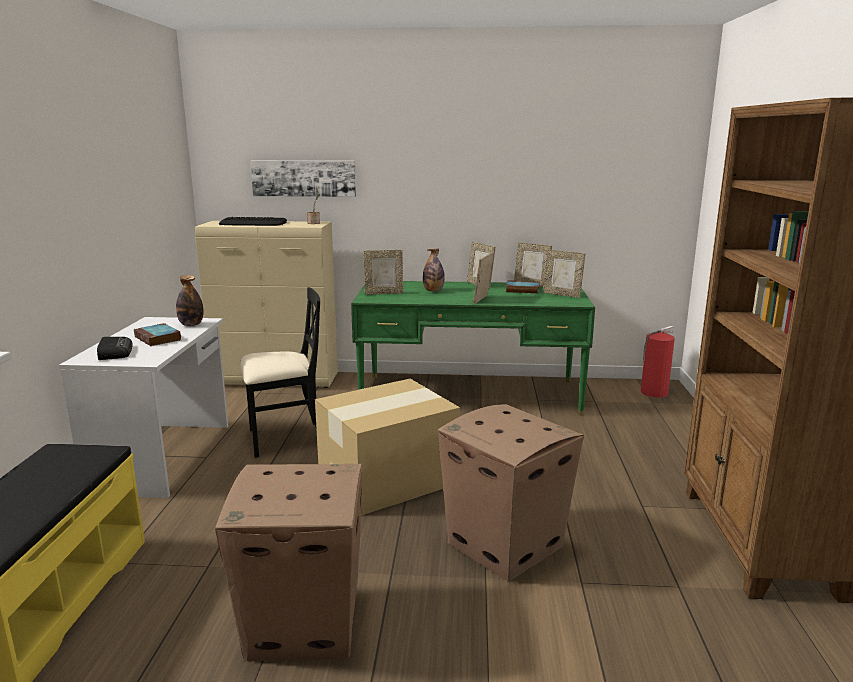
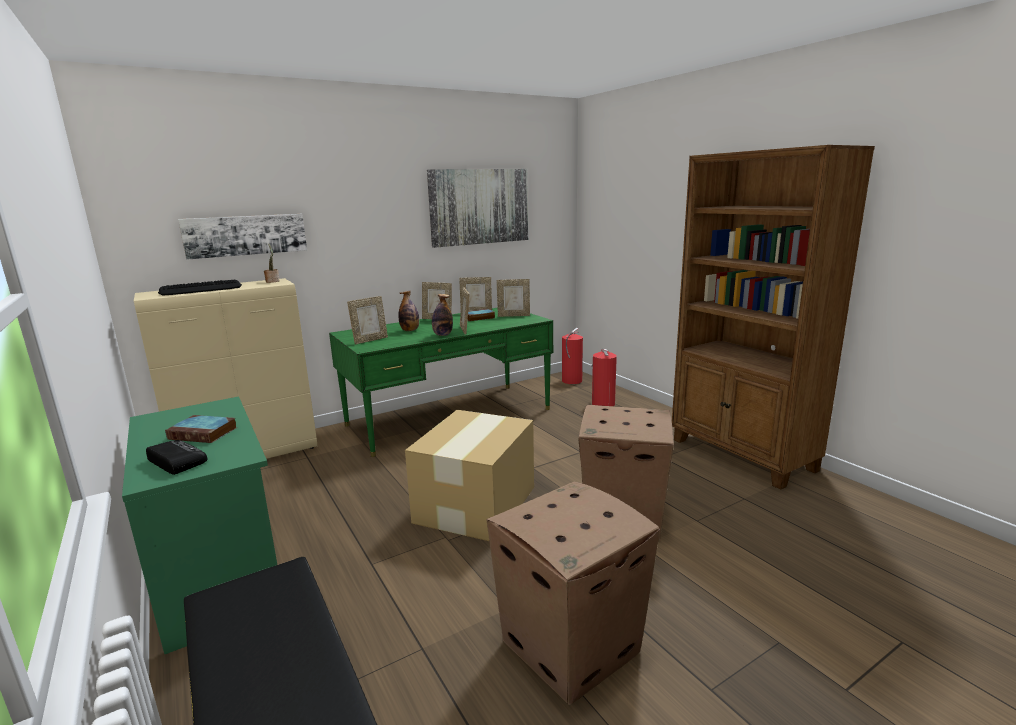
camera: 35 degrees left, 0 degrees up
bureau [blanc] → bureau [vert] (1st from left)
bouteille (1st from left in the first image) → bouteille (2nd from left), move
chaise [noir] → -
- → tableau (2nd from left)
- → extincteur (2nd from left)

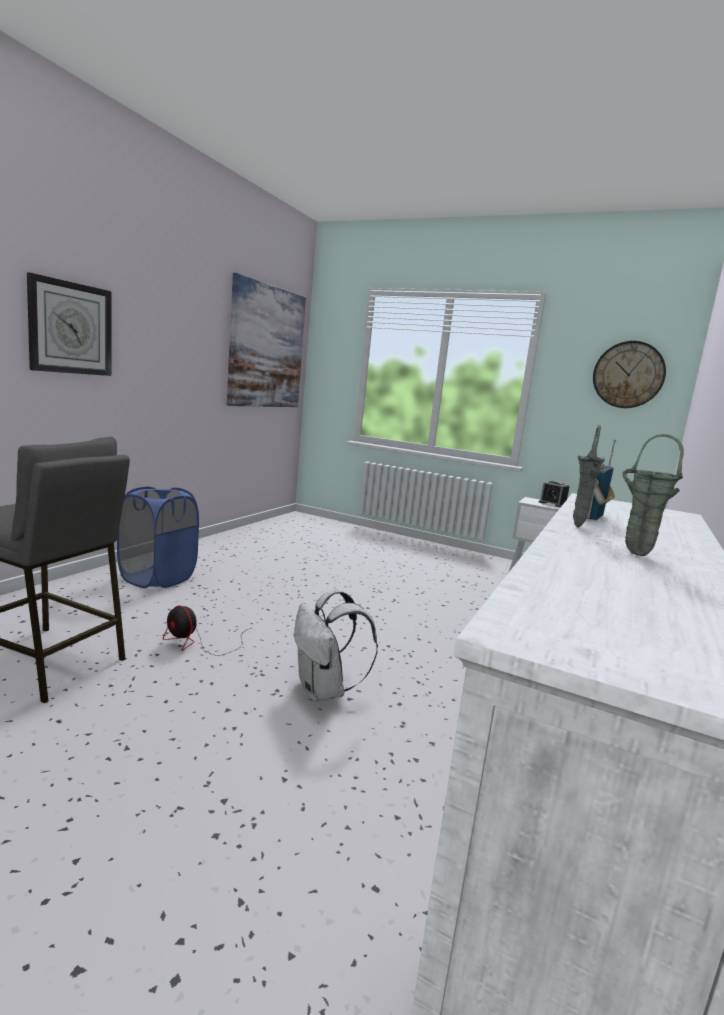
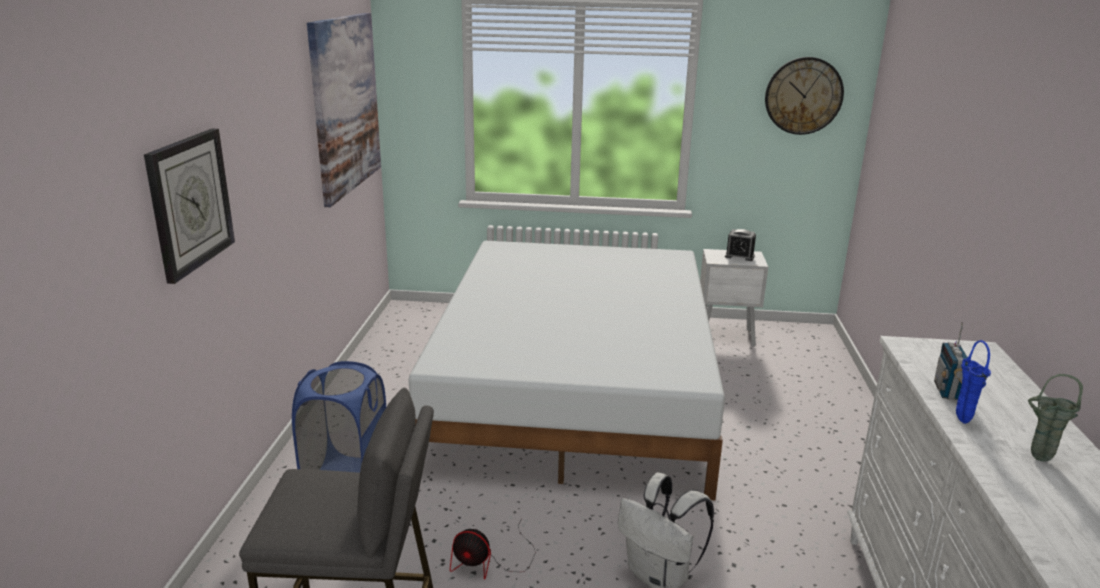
camera: 20 degrees left, 10 degrees up
vase [gris] → vase [bleu]
- → lit [blanc]

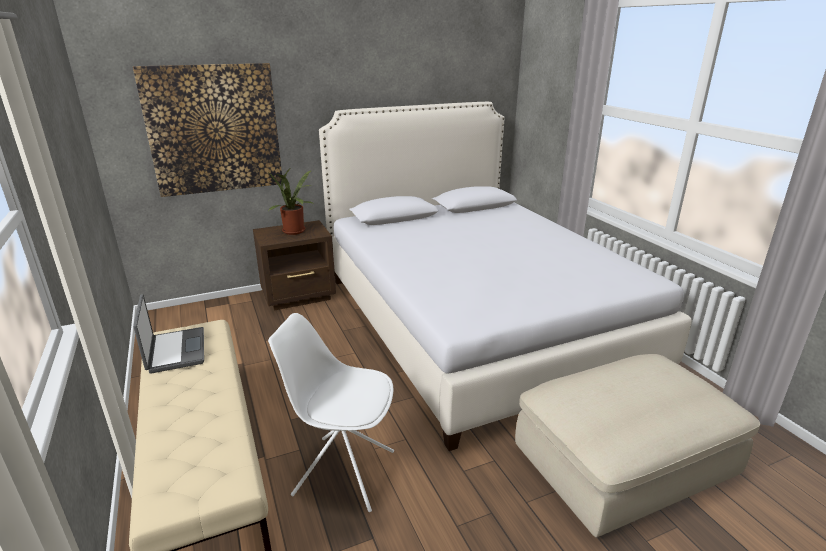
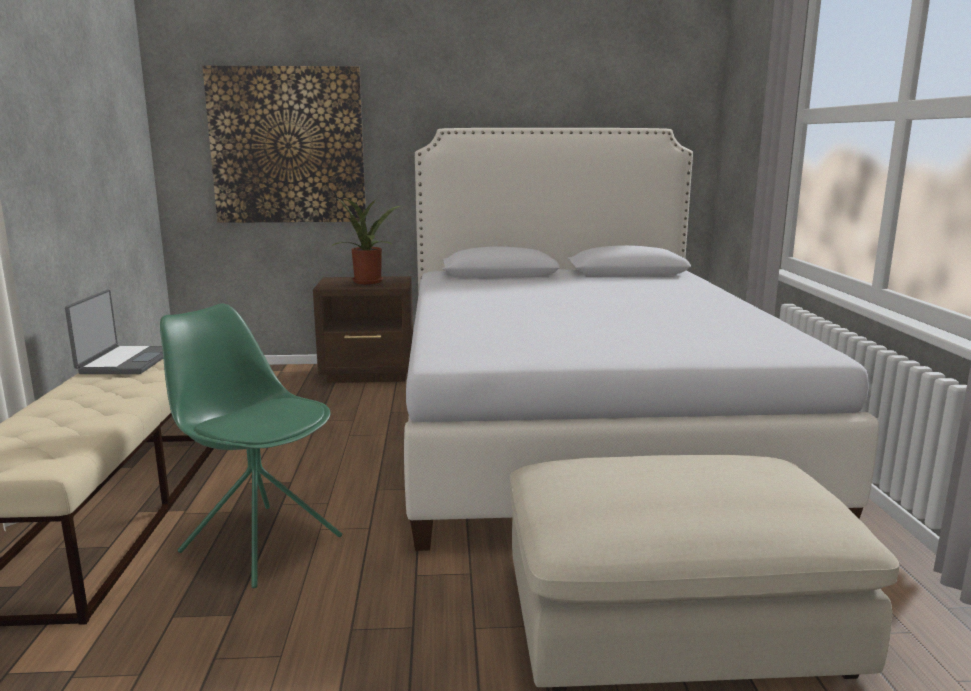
camera: 20 degrees right, 10 degrees down
chaise [blanc] → chaise [vert]

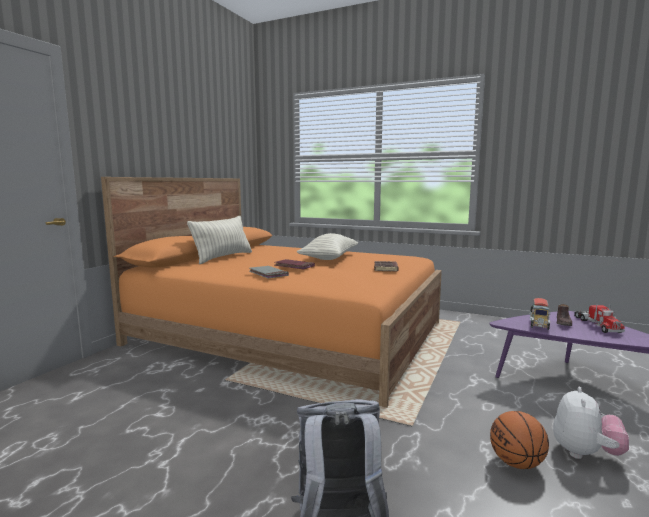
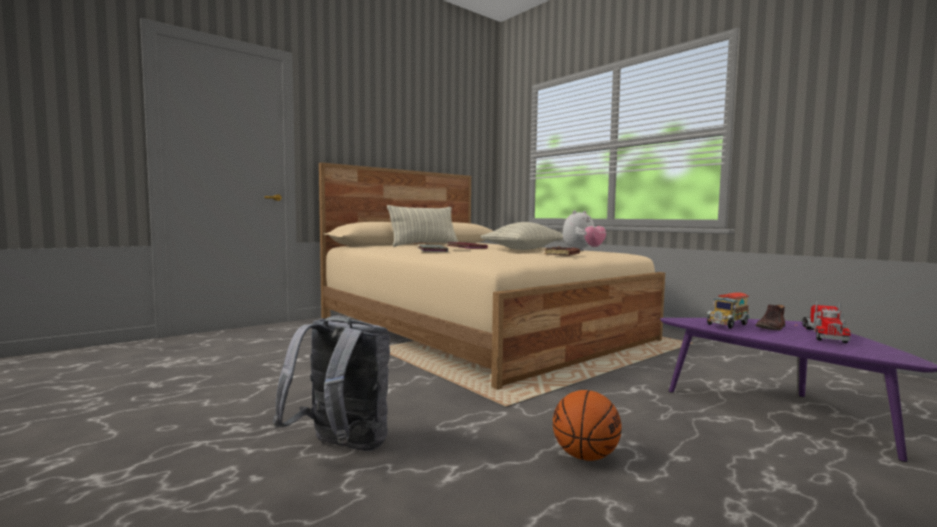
camera: 25 degrees right, 5 degrees down
lit [orange] → lit [beige]
peluche, move

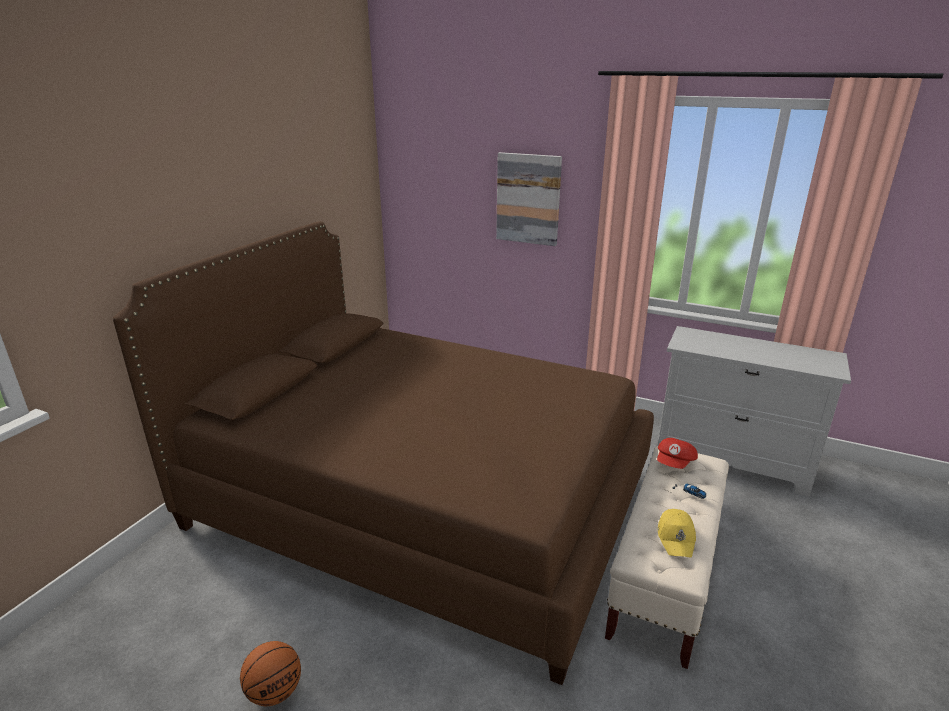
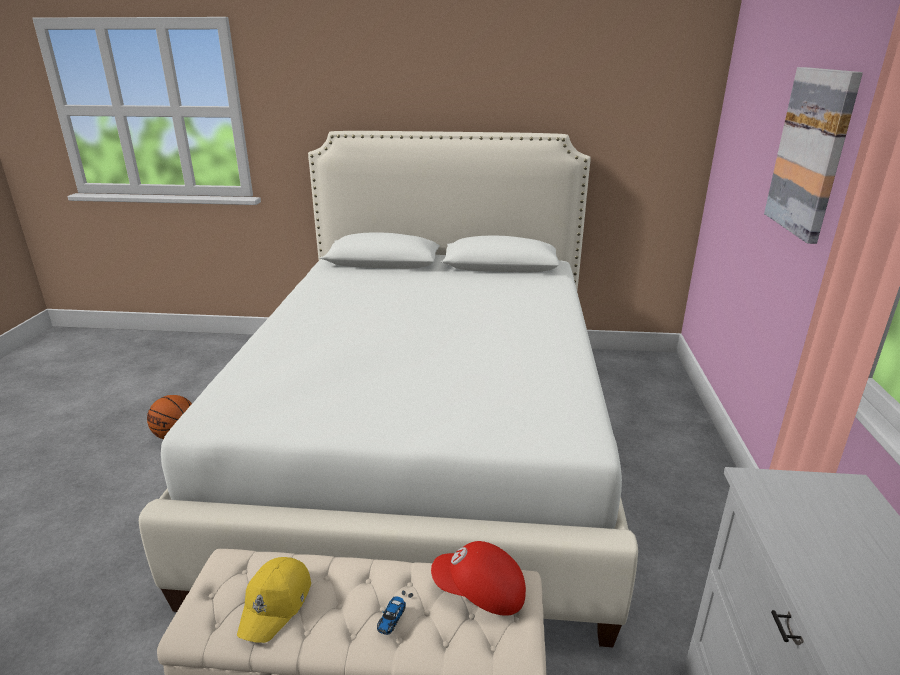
camera: 70 degrees right, 0 degrees up
lit [marron] → lit [blanc]
casquette [jaune], 60 degrees counterclockwise

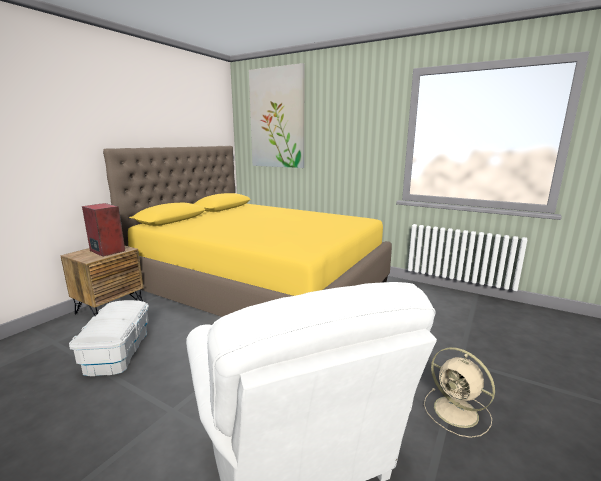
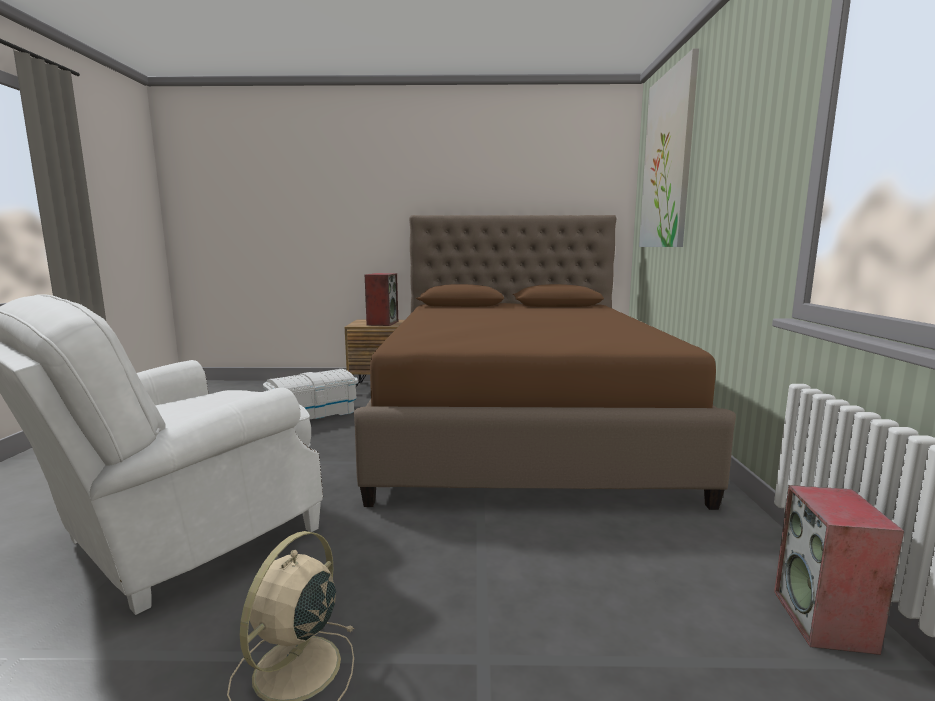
camera: 60 degrees right, 5 degrees down
lit [jaune] → lit [marron]
- → enceinte (2nd from left)

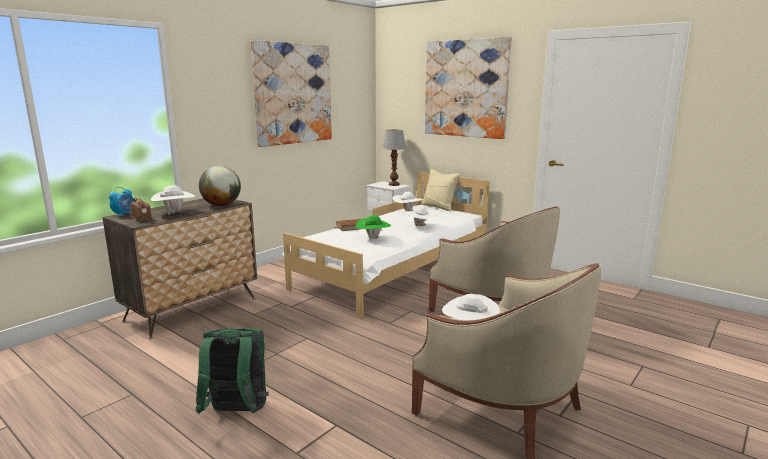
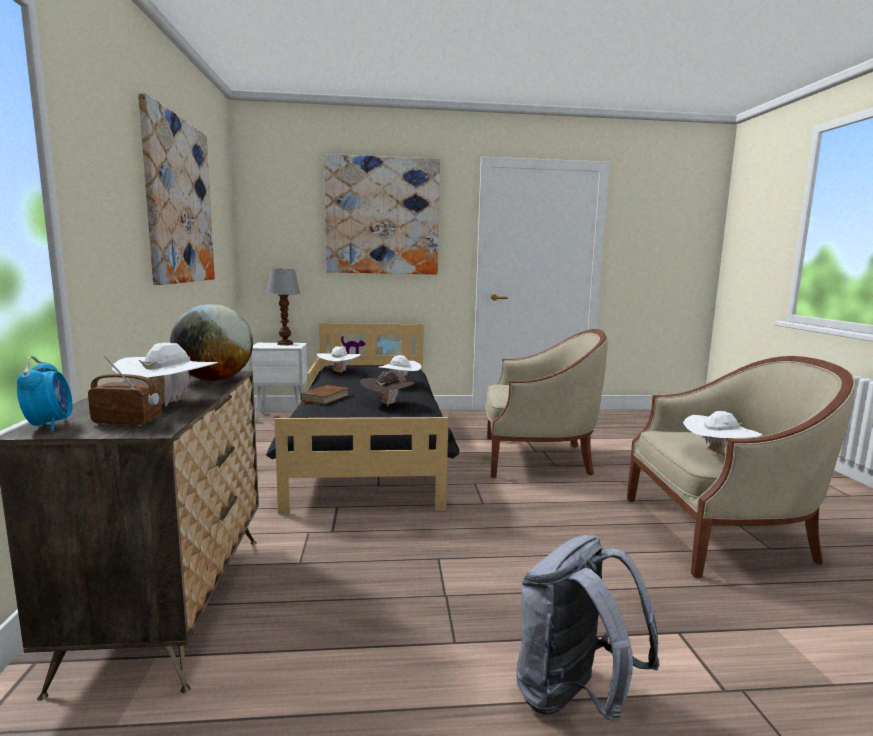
camera: 45 degrees left, 5 degrees down
sac à dos [vert] → sac à dos [gris]
lit [blanc] → lit [noir]
chapeau [vert] → chapeau [marron]
coussin [beige] → -

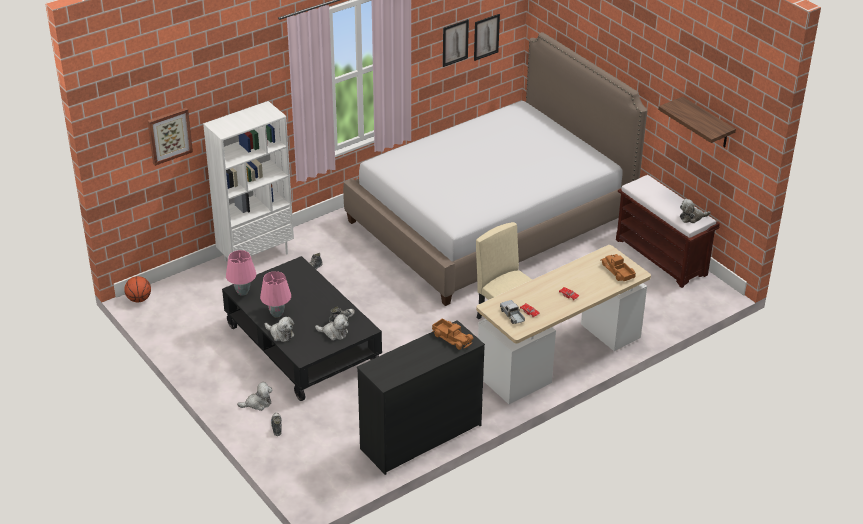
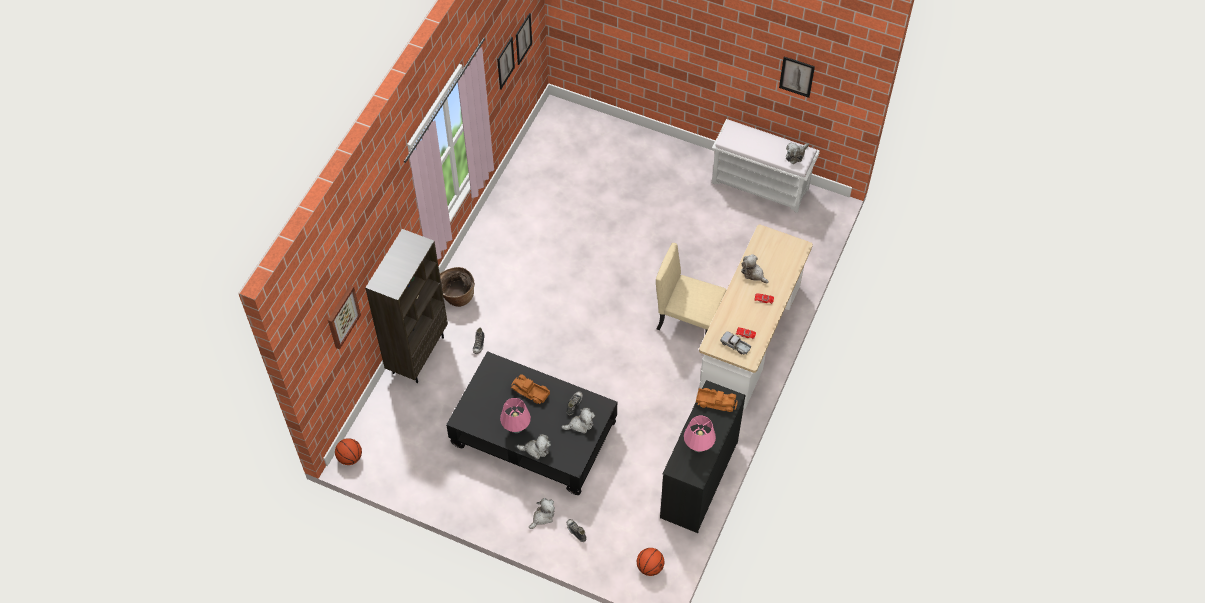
camera: 30 degrees left, 20 degrees up
bibliothèque [blanc] → bibliothèque [marron]
lampe de table [rose] (1st from left in the first image) → lampe de table [rose] (2nd from left), move
lit → -
camion jouet (3rd from left in the first image) → camion jouet (1st from left), move
banc [marron] → banc [blanc]
étagère → tableau (4th from left)
- → panier
- → ballon de basket (2nd from left)
- → peluche (4th from left)

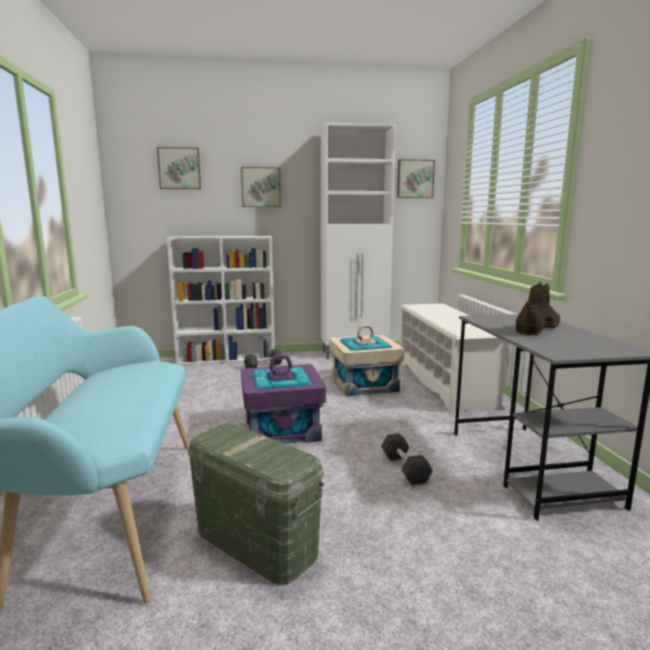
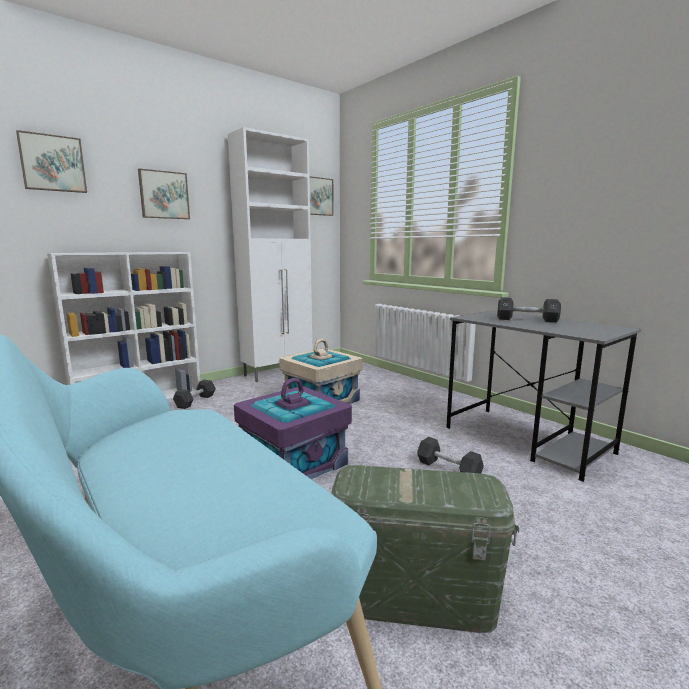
camera: 30 degrees left, 0 degrees up
étagère à chaussures [blanc] → -
botte [marron] → haltère [noir] (3rd from left)

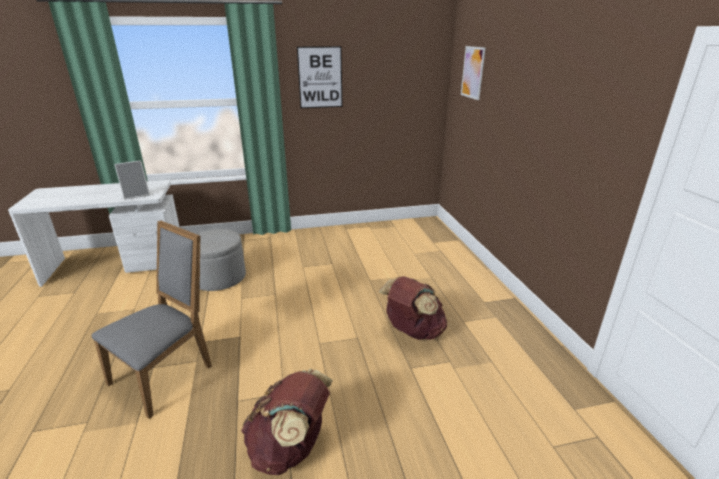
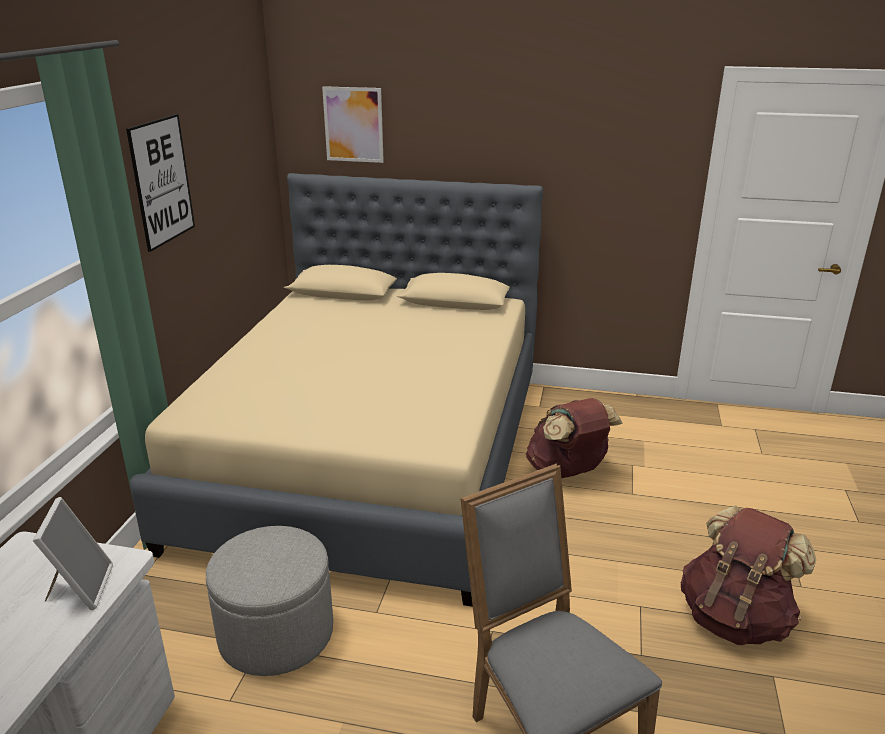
camera: 65 degrees left, 0 degrees up
- → lit [beige]

